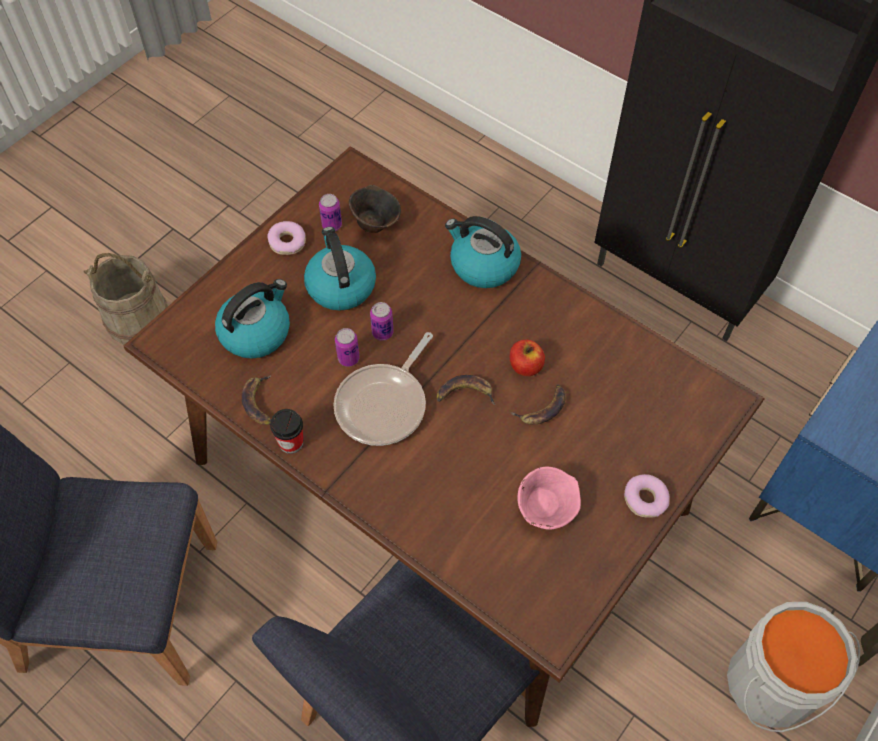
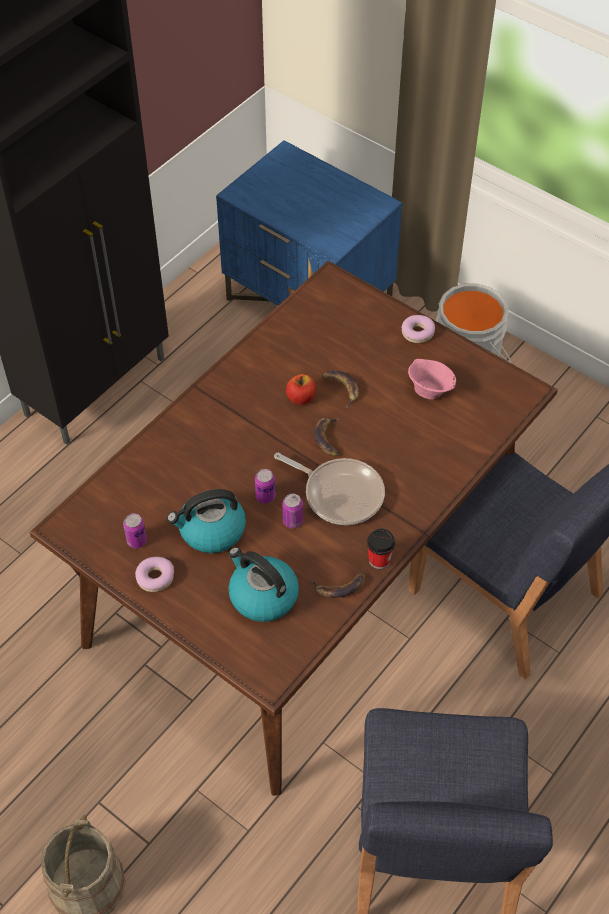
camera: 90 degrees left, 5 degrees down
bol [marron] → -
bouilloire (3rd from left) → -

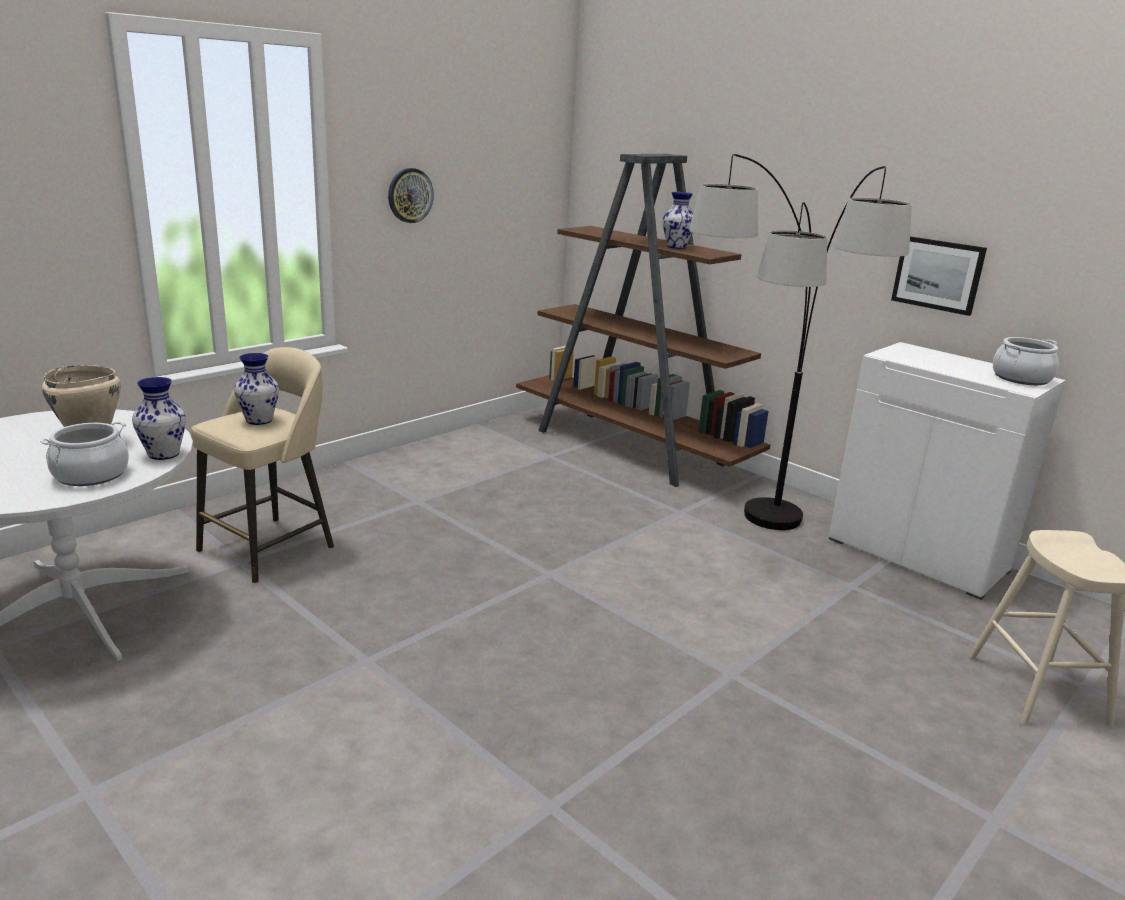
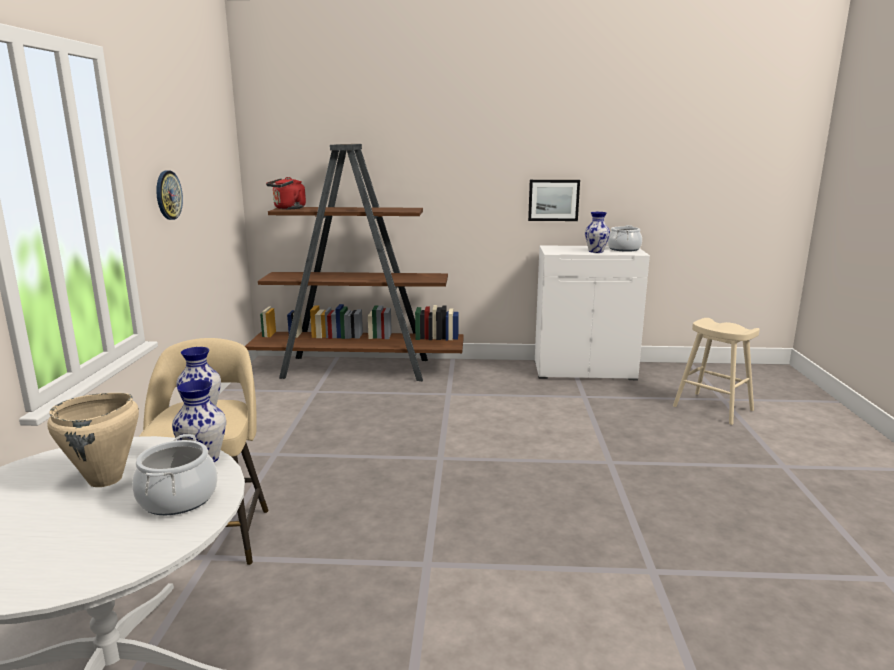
camera: 40 degrees left, 5 degrees down
vase (3rd from left), move
lampadaire → -
- → bouilloire [rouge]

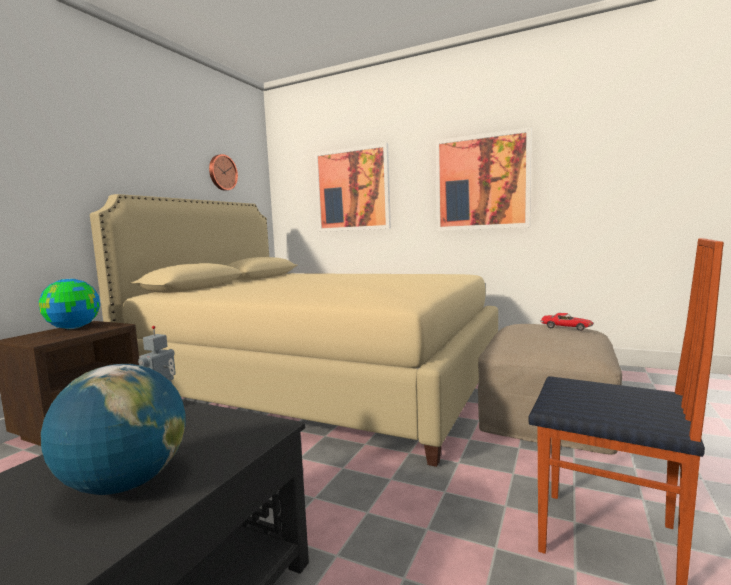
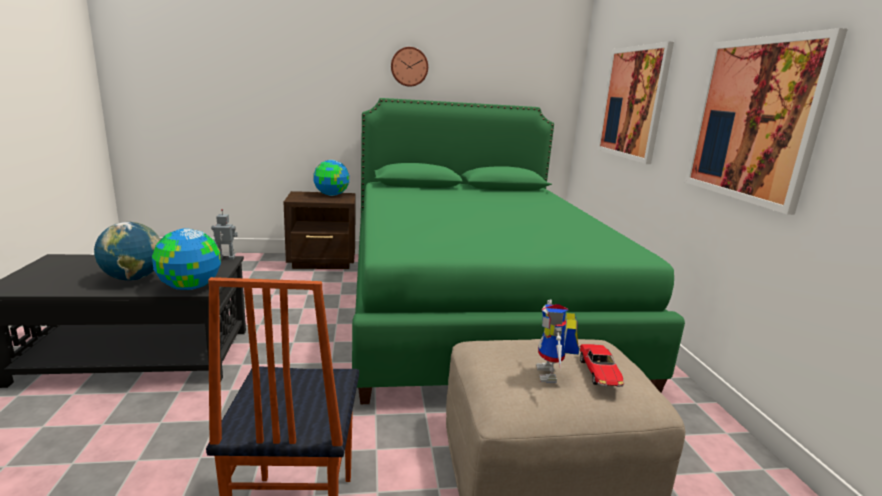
camera: 55 degrees right, 10 degrees up
lit [beige] → lit [vert]
horloge murale, move
- → globe (2nd from left)
- → robot jouet (2nd from left)

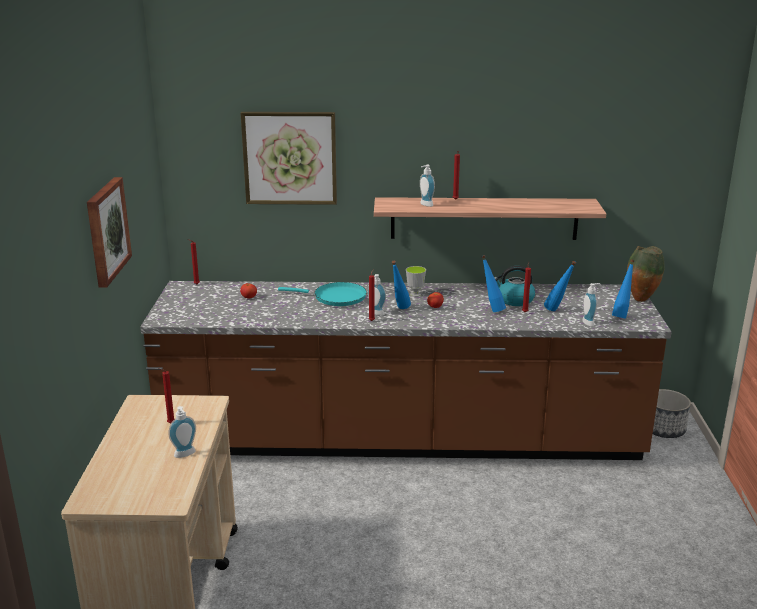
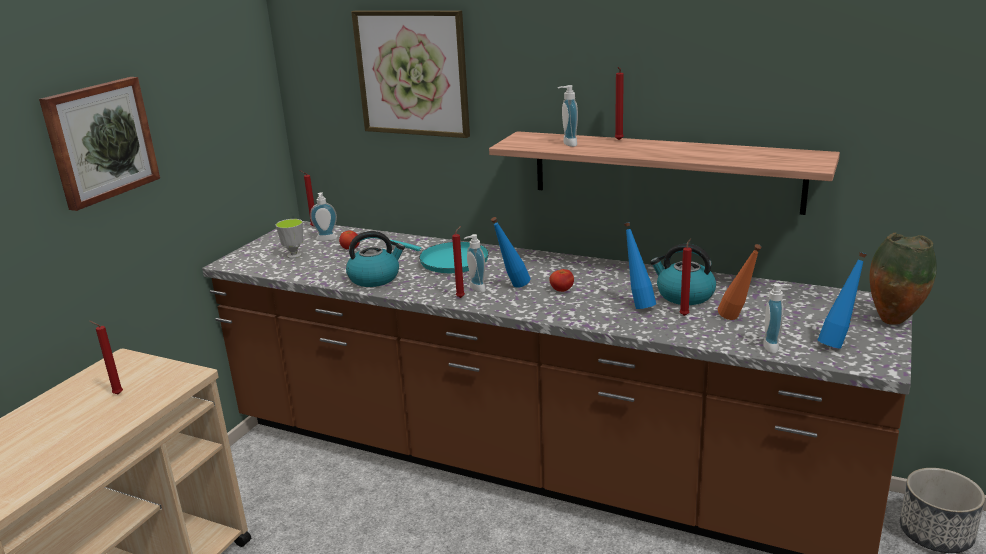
camera: 25 degrees right, 0 degrees up
distributeur de savon (1st from left), move
tasse, move
bouteille [bleu] (3rd from left) → bouteille [orange]
- → bouilloire (1st from left)

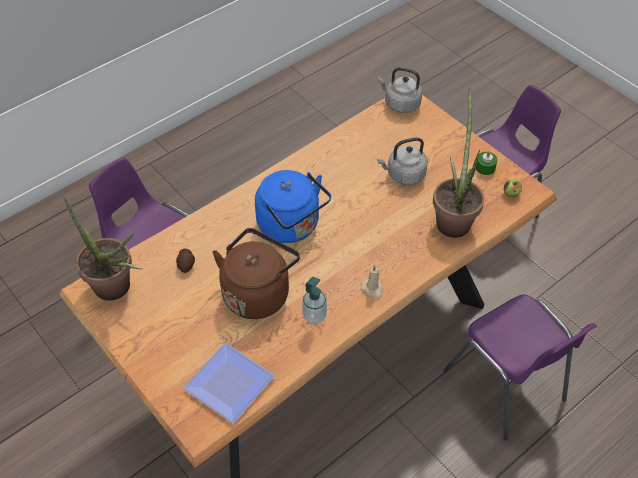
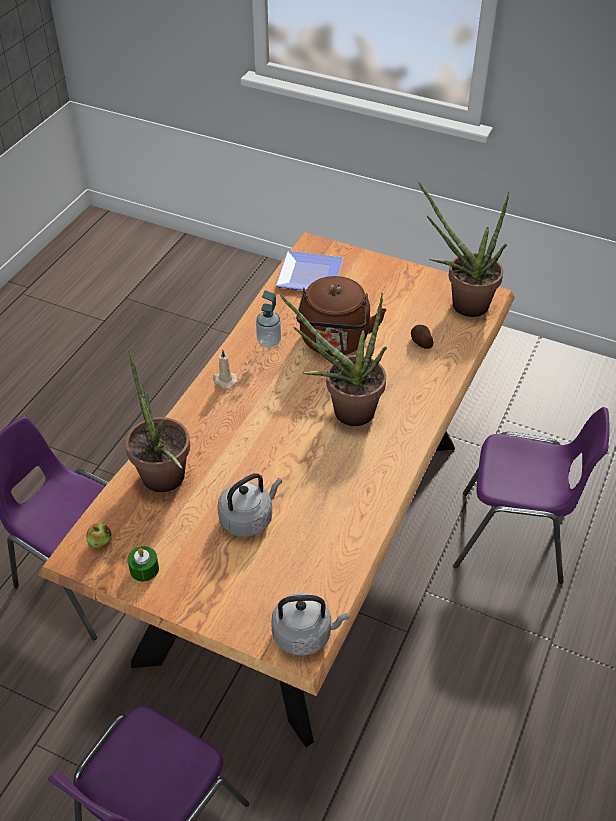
camera: 155 degrees right, 5 degrees down
bouilloire [bleu] → plante en pot (2nd from left)

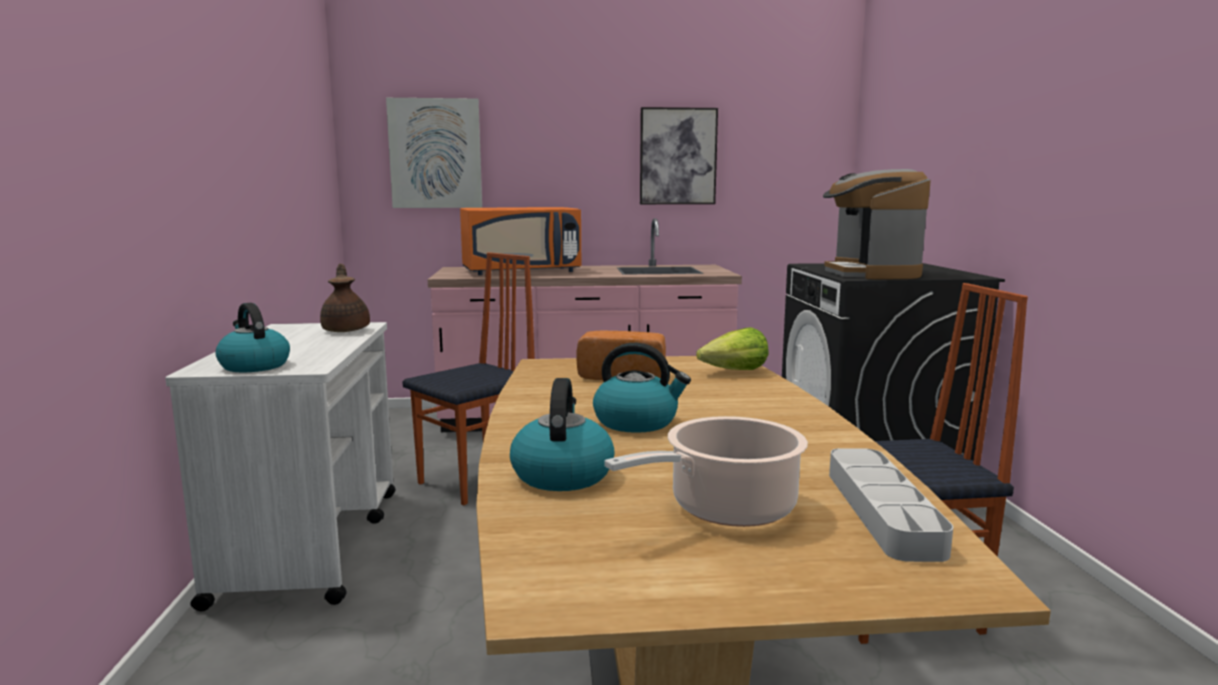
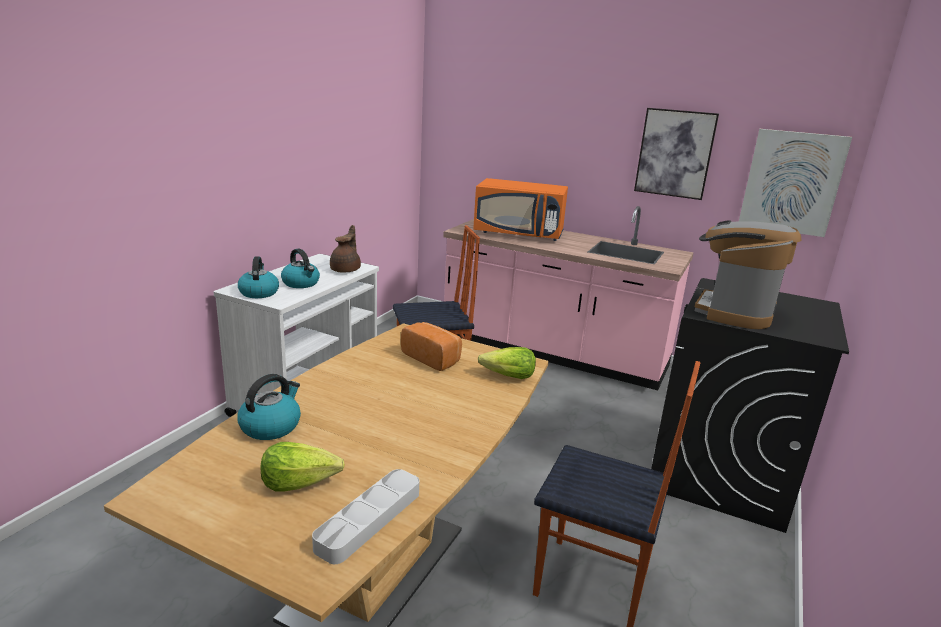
camera: 30 degrees right, 10 degrees up
tableau (1st from left in the first image) → tableau (2nd from left), move
bouilloire (3rd from left), move
marmite → laitue (1st from left)

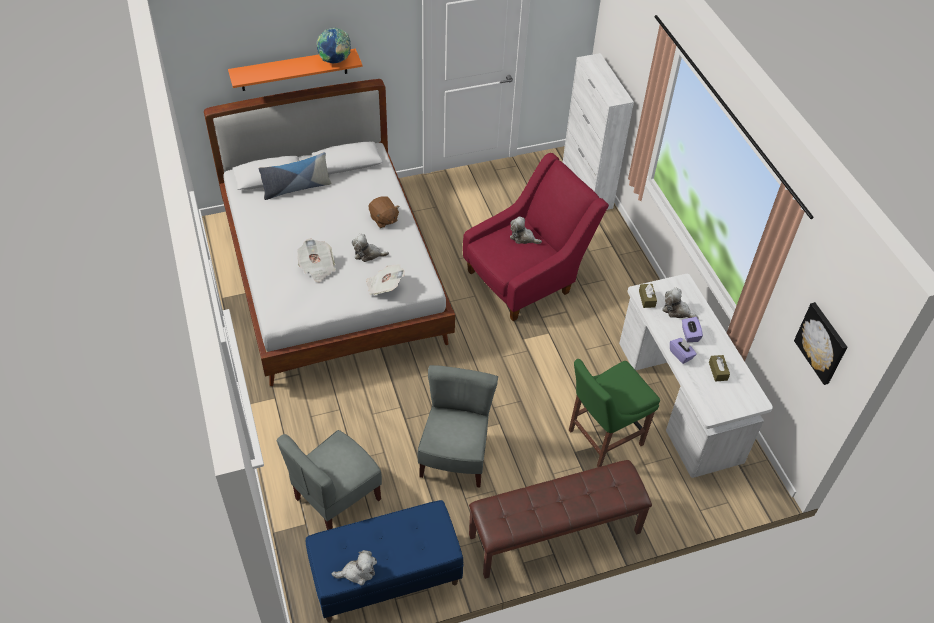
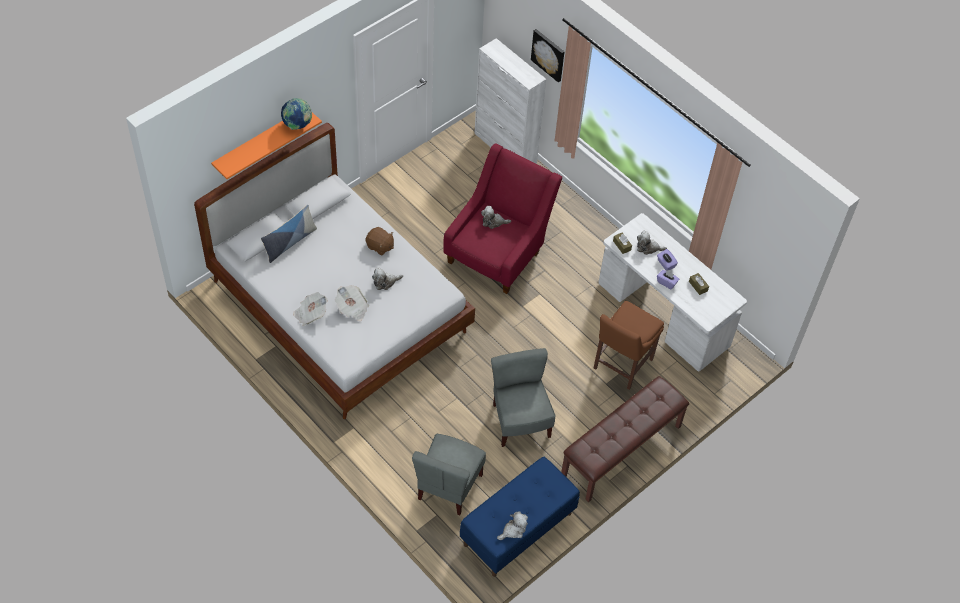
camera: 25 degrees left, 5 degrees up
journal (2nd from left in the first image) → journal (1st from left), move
chaise [vert] → chaise [marron]
tableau, move

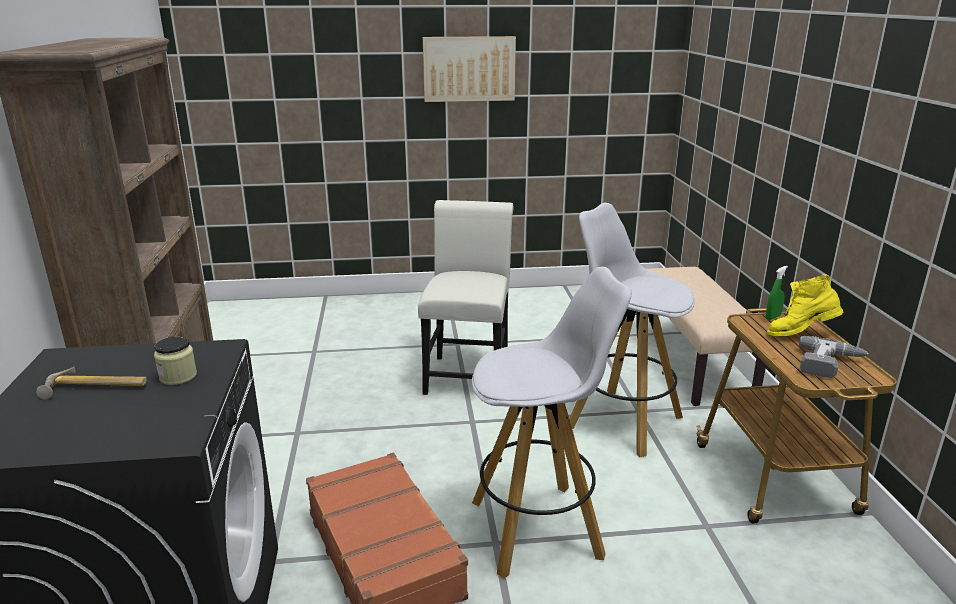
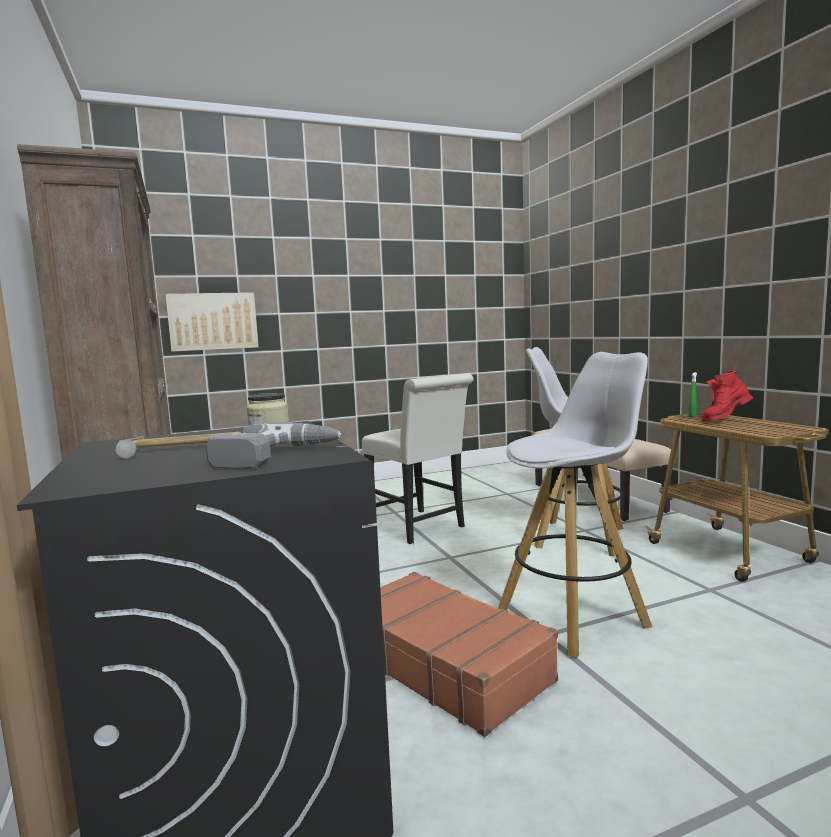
camera: 15 degrees left, 15 degrees down
chaise [blanc], 150 degrees clockwise
tableau, move
botte [jaune] → botte [rouge]
perceuse, move

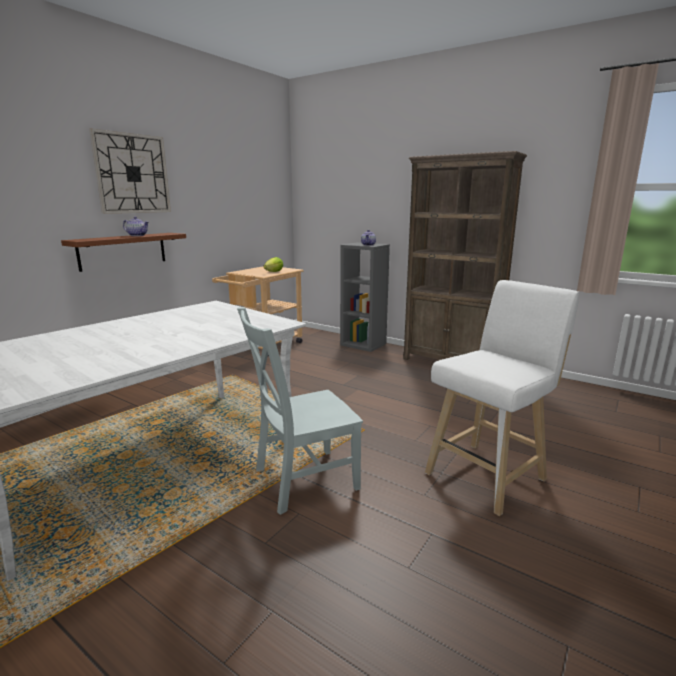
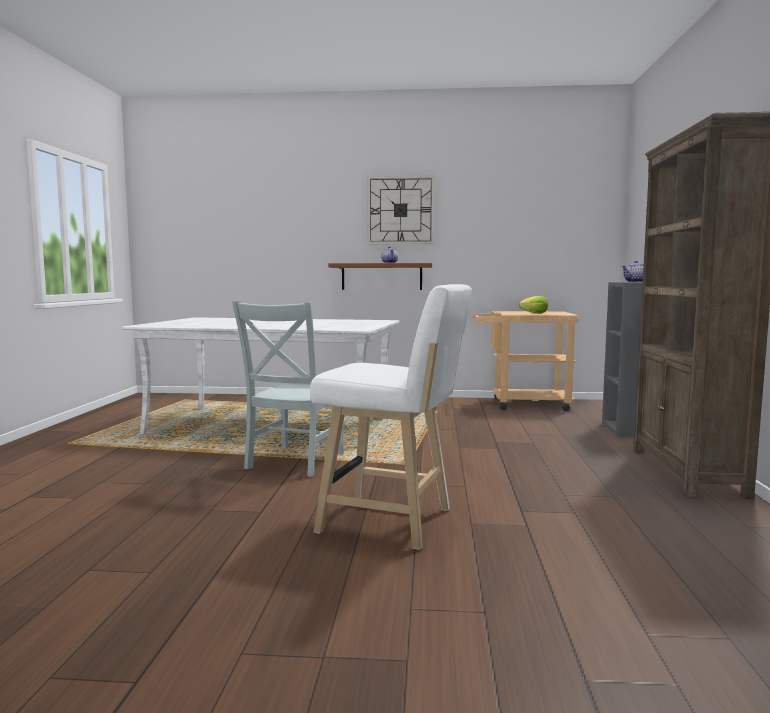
camera: 60 degrees right, 10 degrees down
chaise [gris], 105 degrees counterclockwise

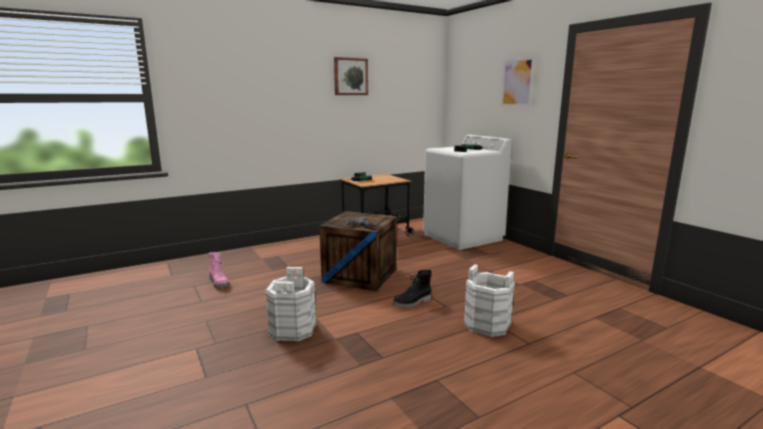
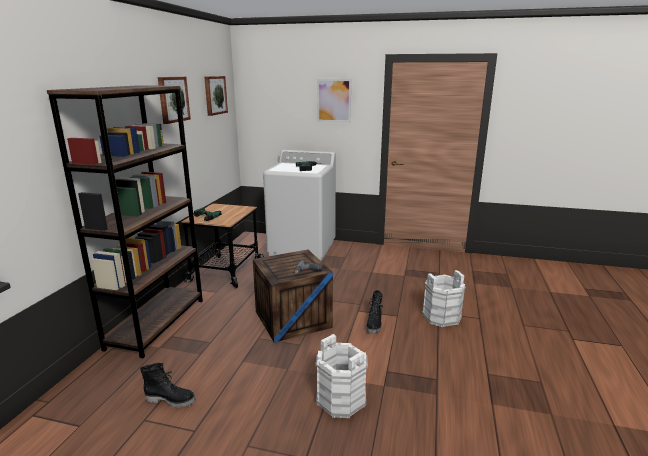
camera: 45 degrees left, 5 degrees up
botte [rose] → botte [noir] (1st from left)
- → bibliothèque [marron]
- → tableau (2nd from left)

